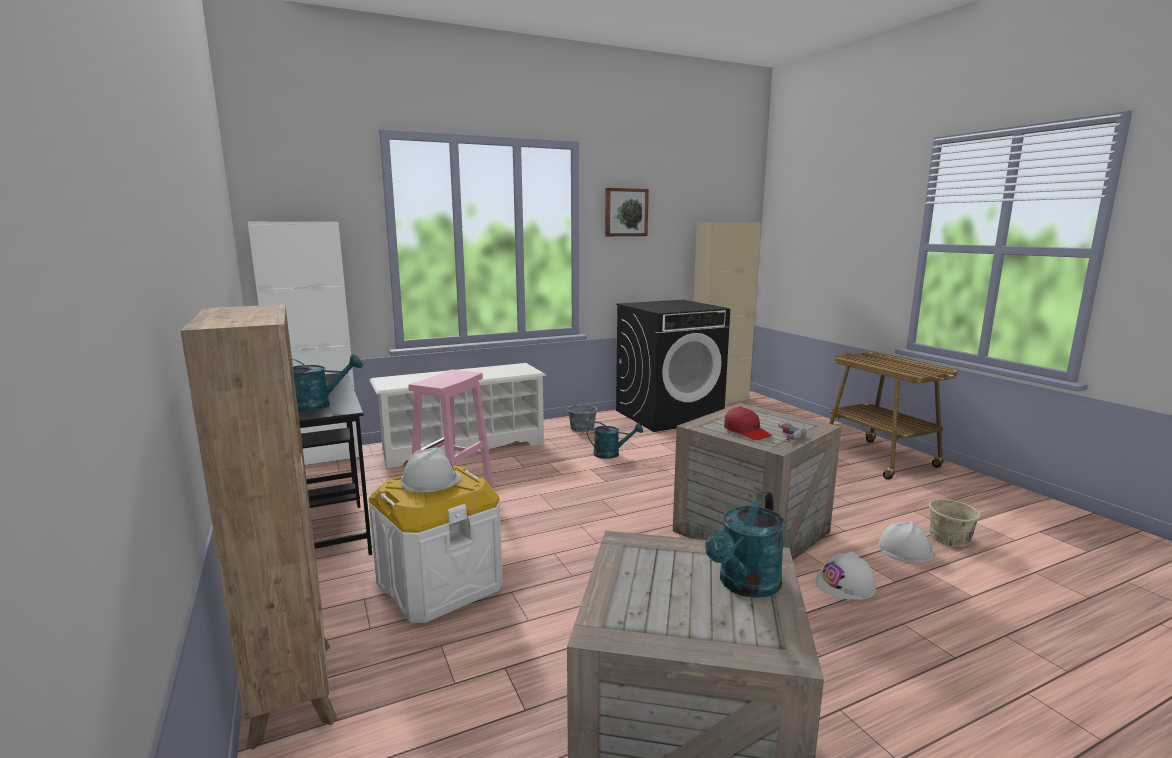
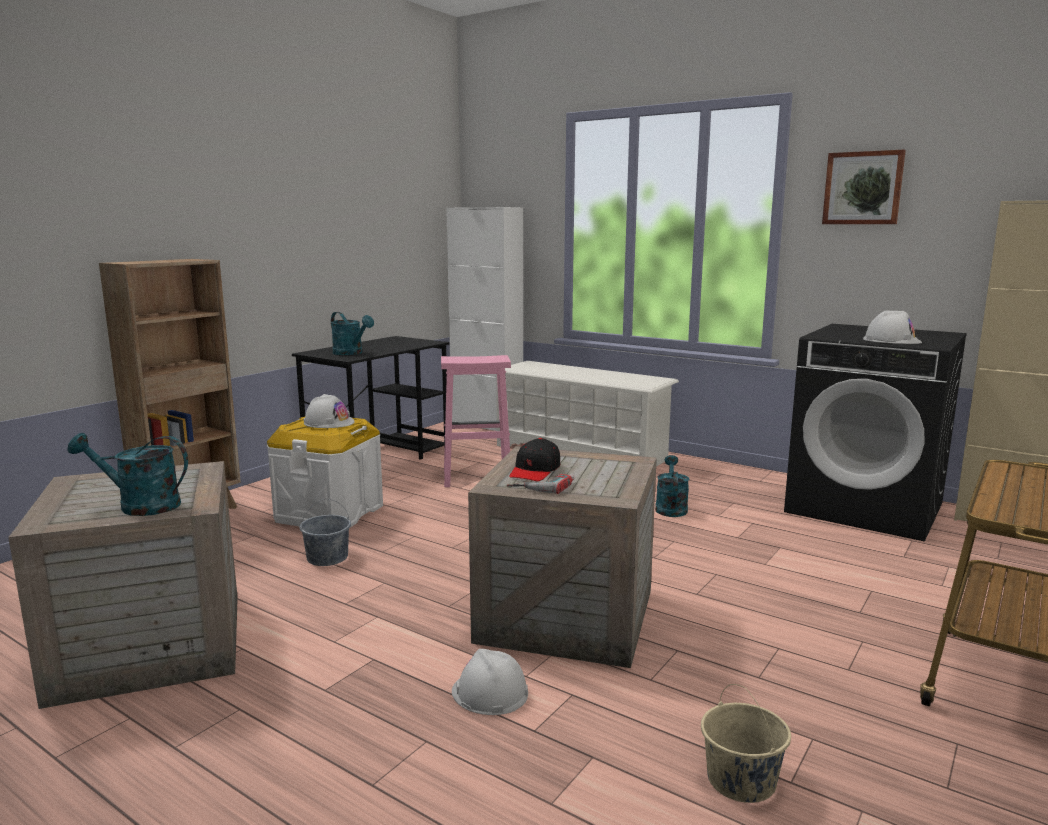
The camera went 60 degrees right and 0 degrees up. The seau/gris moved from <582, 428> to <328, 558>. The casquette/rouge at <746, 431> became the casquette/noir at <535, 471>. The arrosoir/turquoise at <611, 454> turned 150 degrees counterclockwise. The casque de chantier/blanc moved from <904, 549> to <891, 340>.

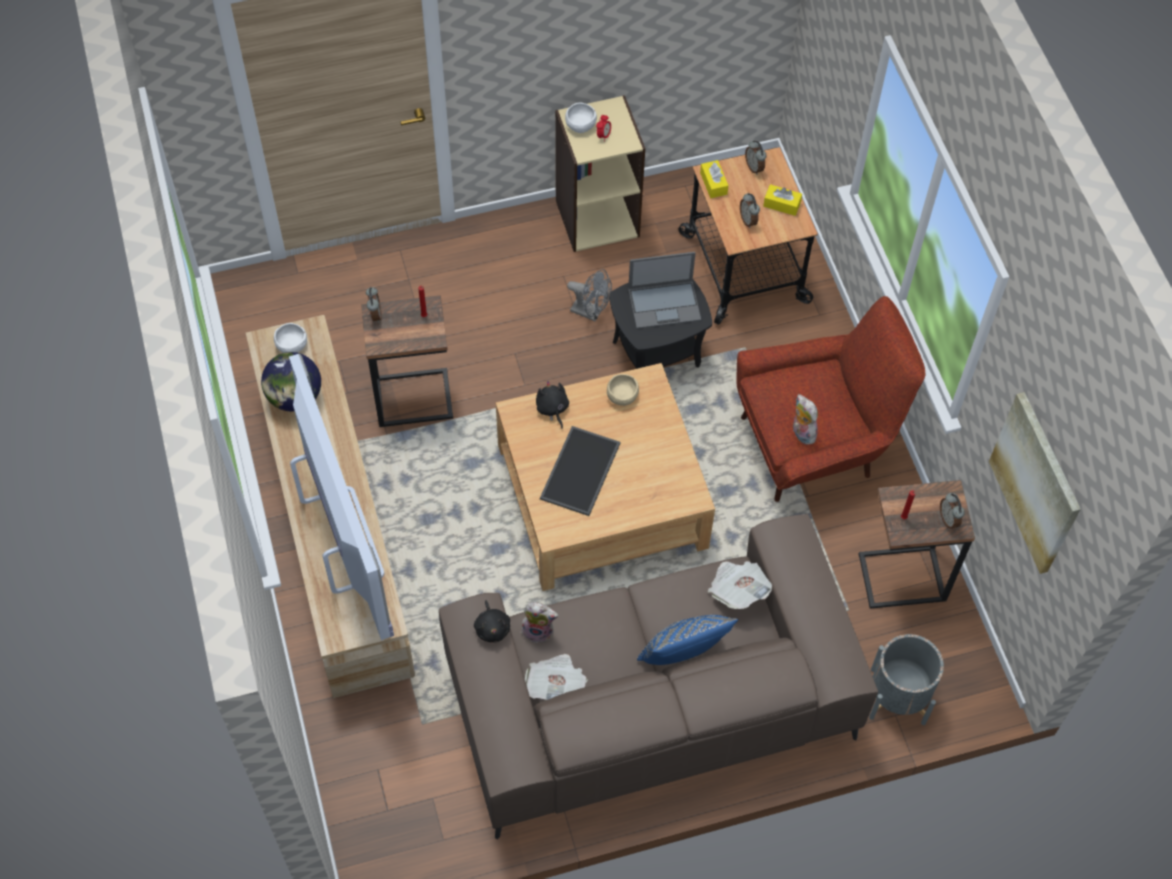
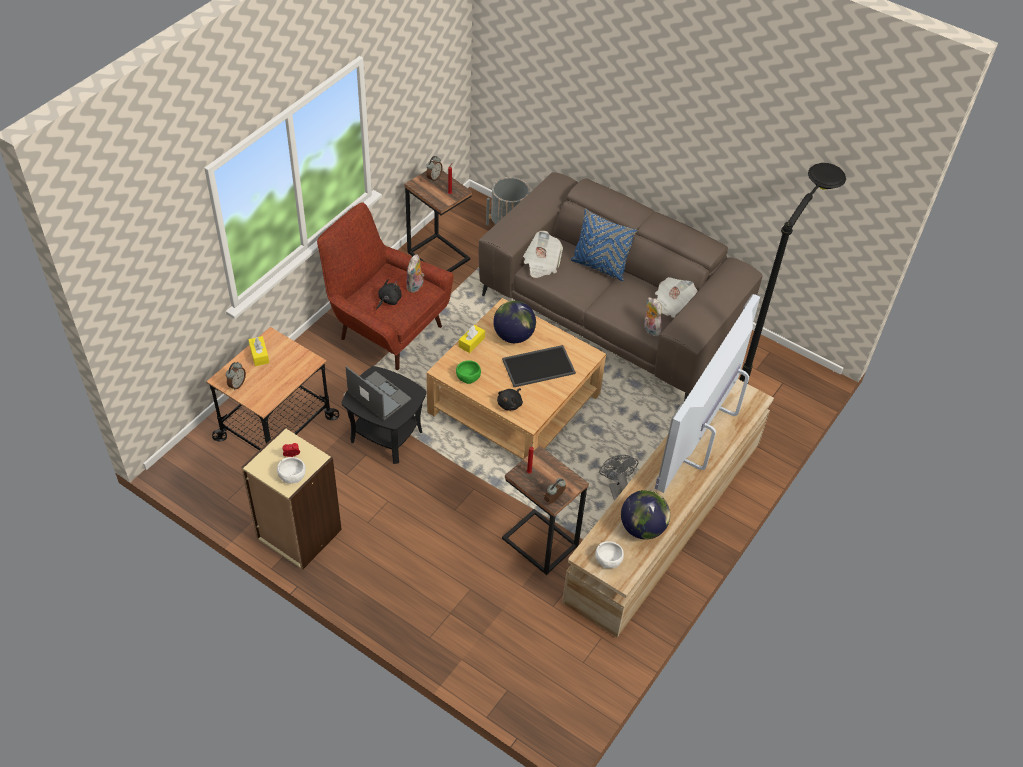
The camera went 130 degrees left and 10 degrees down. The boîte à mouchoirs/jaune moved from <713, 183> to <471, 342>. The réveil at <748, 220> disappeared. The ventilateur/gris moved from <591, 312> to <616, 489>. The bol/beige at <623, 395> became the bol/vert at <467, 376>. The tableau at <1036, 483> disappeared. The peluche/noir moved from <492, 627> to <388, 300>. The lampadaire/noir at <762, 369> appeared. The globe at <513, 336> appeared.

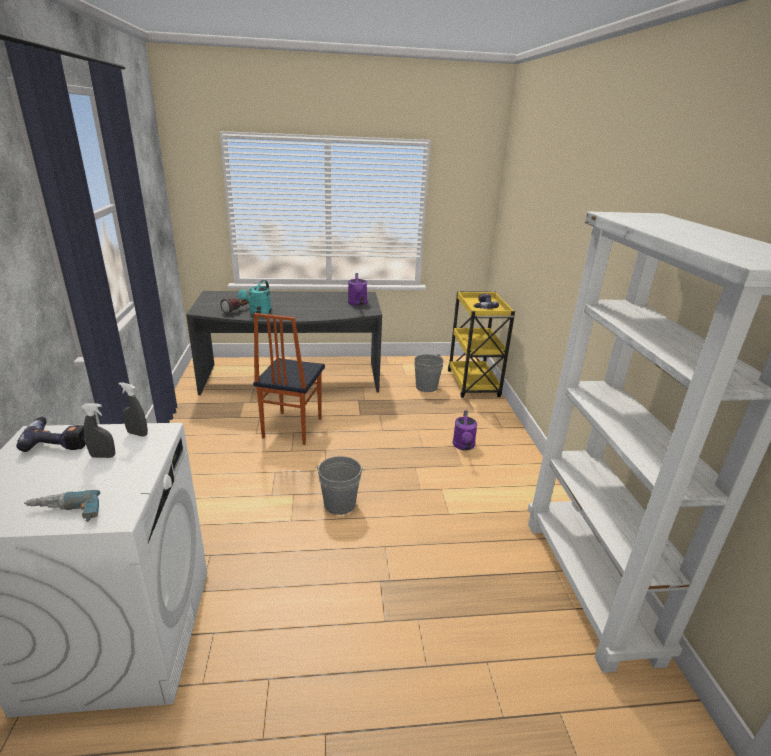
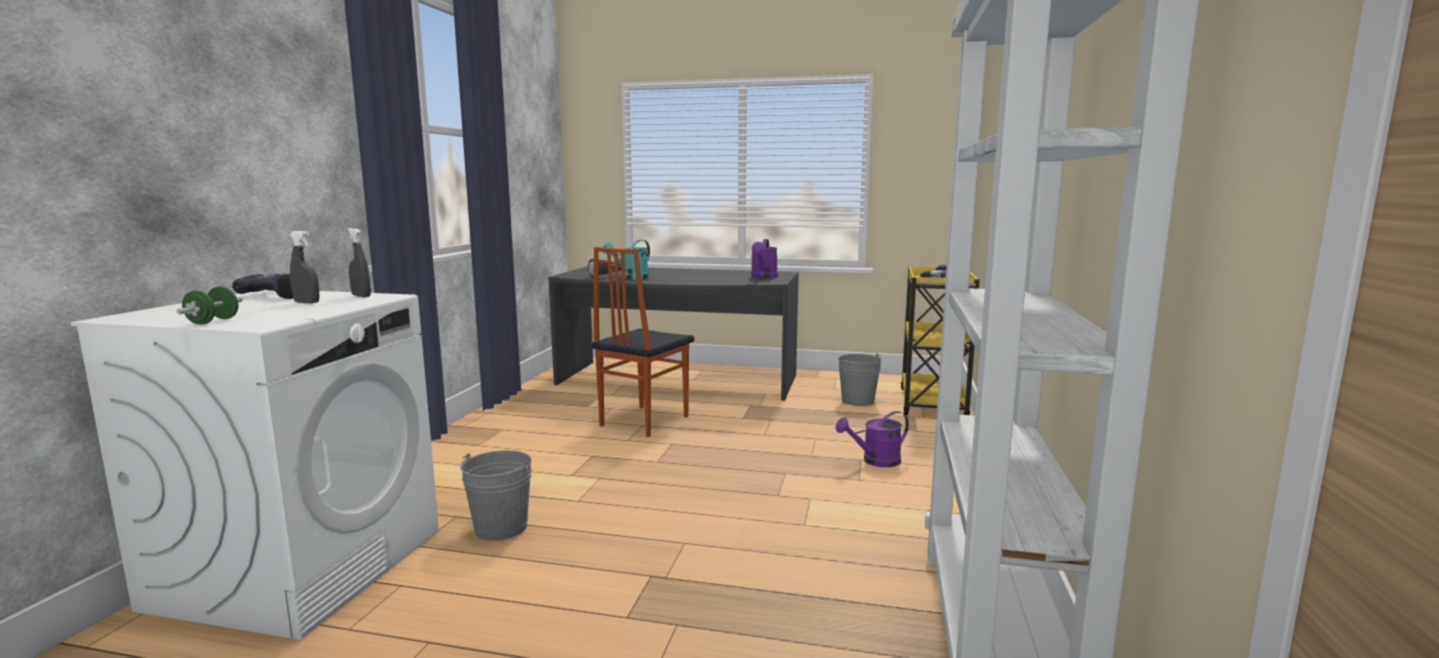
The camera went 20 degrees right and 15 degrees down. The arrosoir/violet at <464, 446> turned 45 degrees clockwise. The seau/gris moved from <339, 504> to <501, 528>. The perceuse at <62, 515> was replaced by the haltère/vert at <213, 321>.

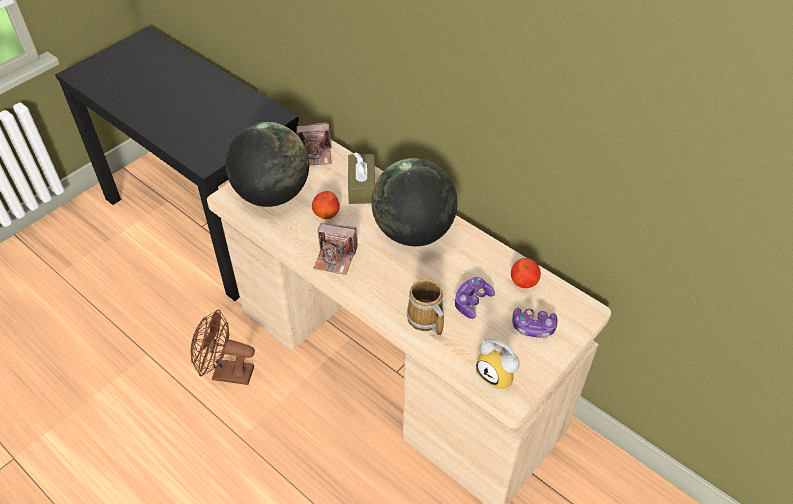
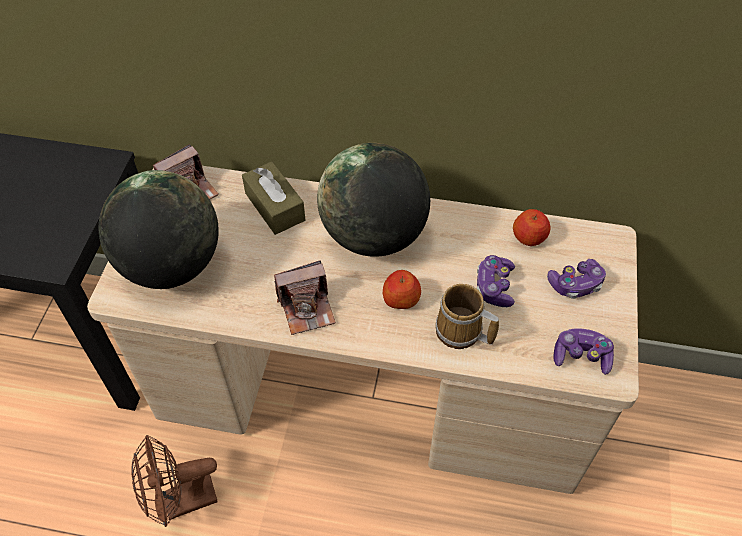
The camera went 30 degrees left and 5 degrees up. The pomme moved from <326, 213> to <401, 299>. The réveil at <498, 374> was replaced by the manette at <581, 356>.

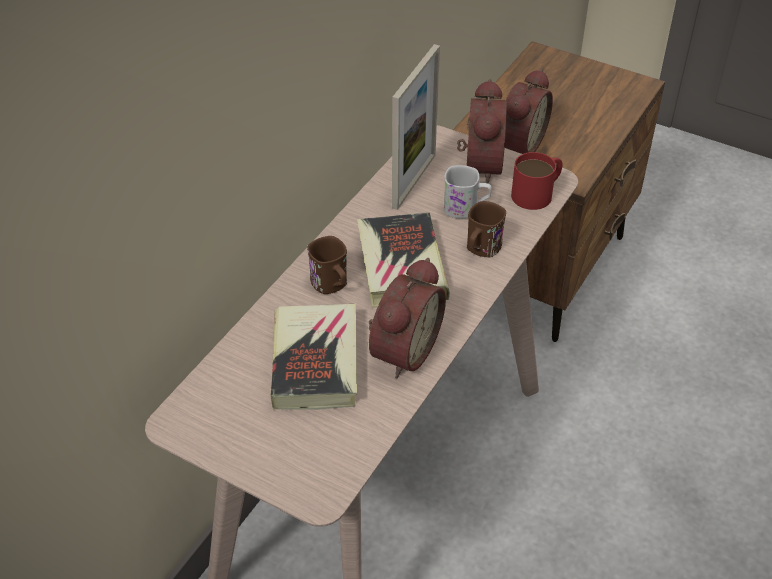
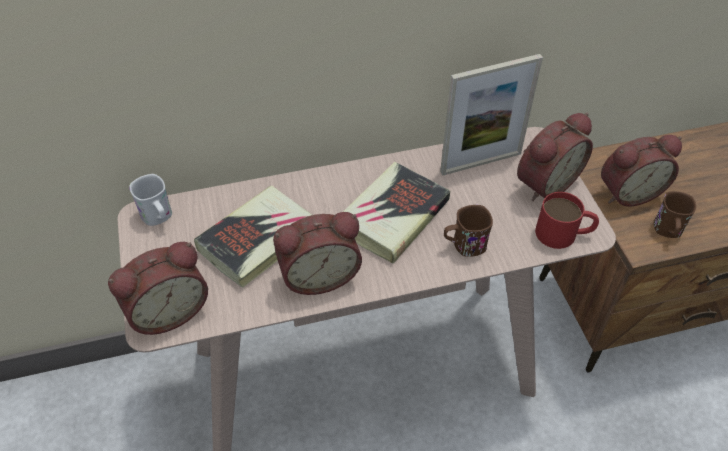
The camera went 45 degrees right and 5 degrees up. The mug/blanc moved from <466, 209> to <158, 217>. The mug/marron moved from <332, 285> to <668, 231>. The réveil at <167, 310> appeared.

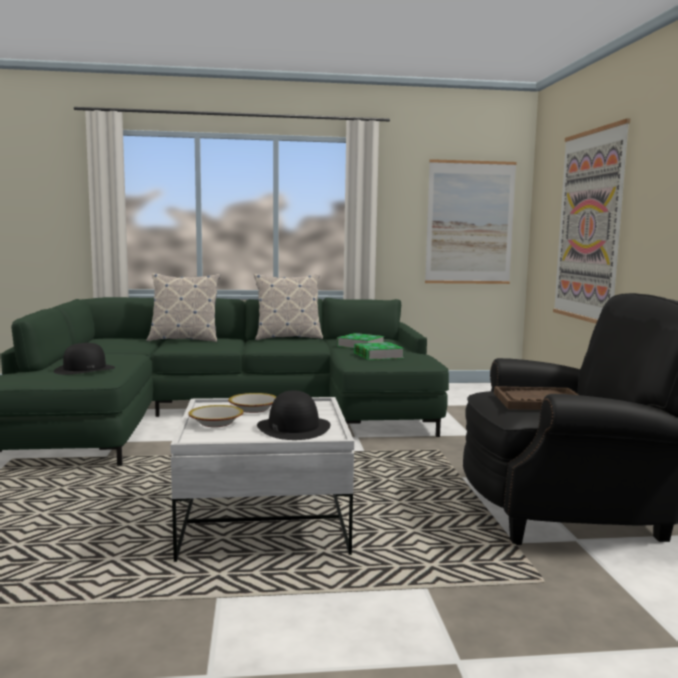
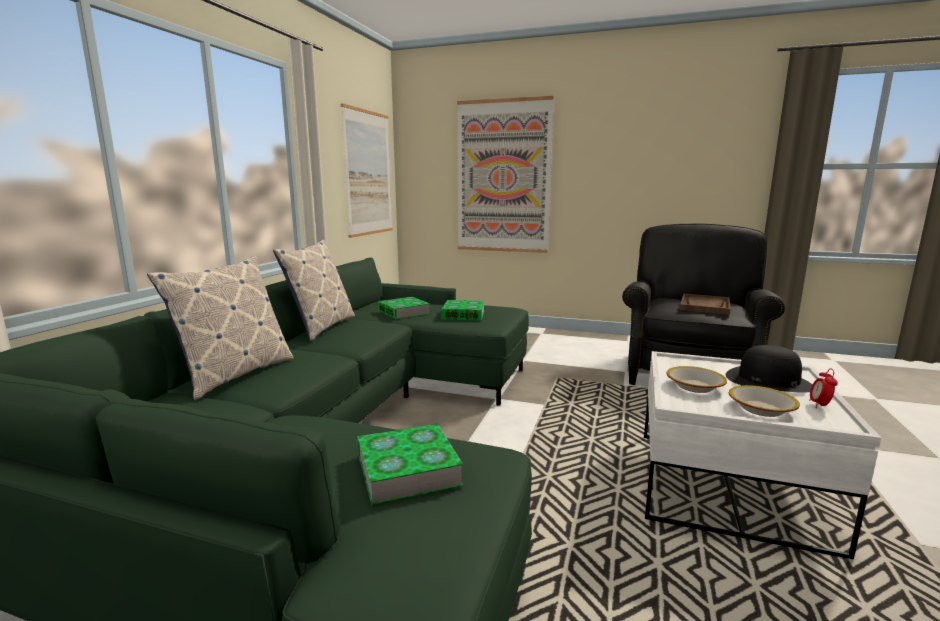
The camera went 65 degrees left and 5 degrees up. The chapeau/noir at <85, 369> was replaced by the livre at <408, 470>. The réveil at <819, 405> appeared.

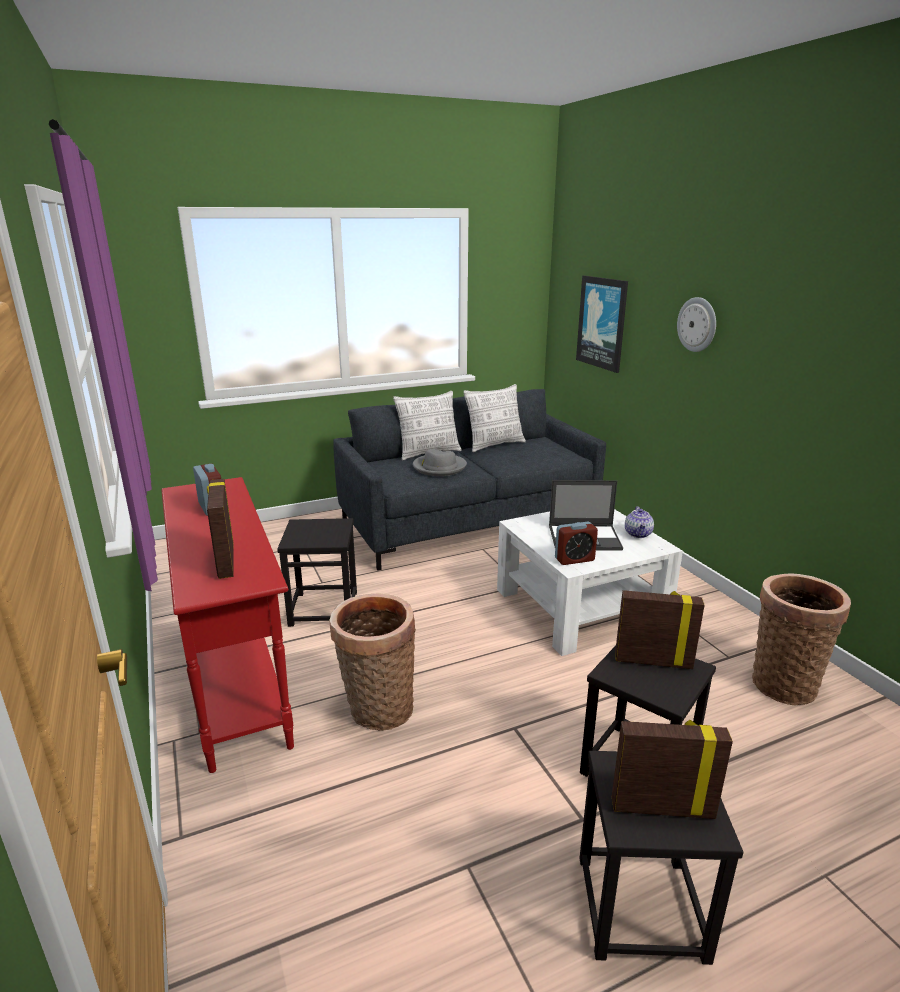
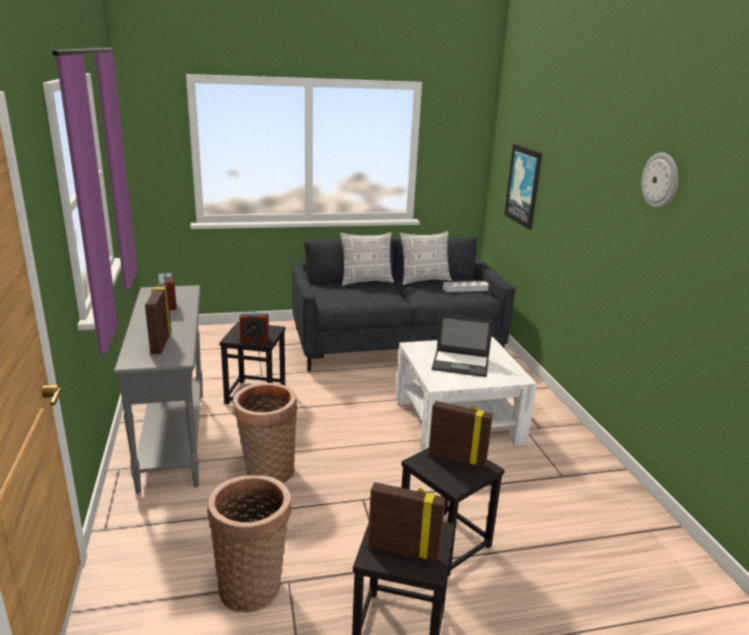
The camera went 10 degrees right and 0 degrees up. The horloge murale moved from <697, 324> to <661, 180>. The chapeau/gris at <439, 467> disappeared. The table console/rouge at <237, 684> became the table console/gris at <174, 438>. The théière at <638, 534> disappeared. The réveil moved from <574, 559> to <255, 339>. The panier moved from <783, 682> to <253, 585>. The plateau/gris at <465, 289> appeared.

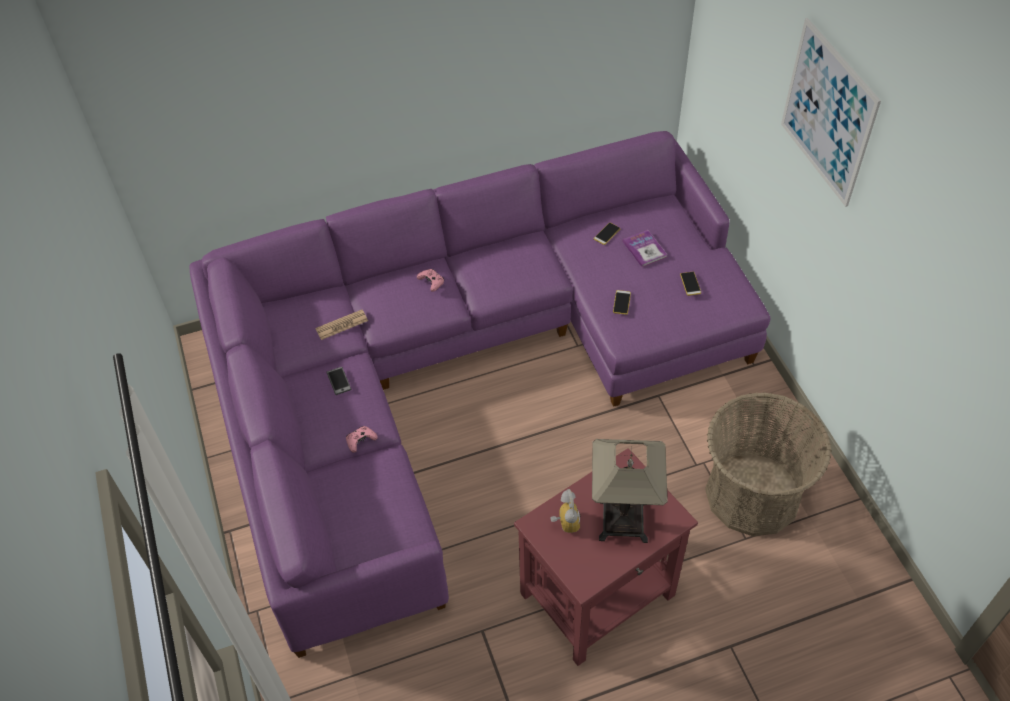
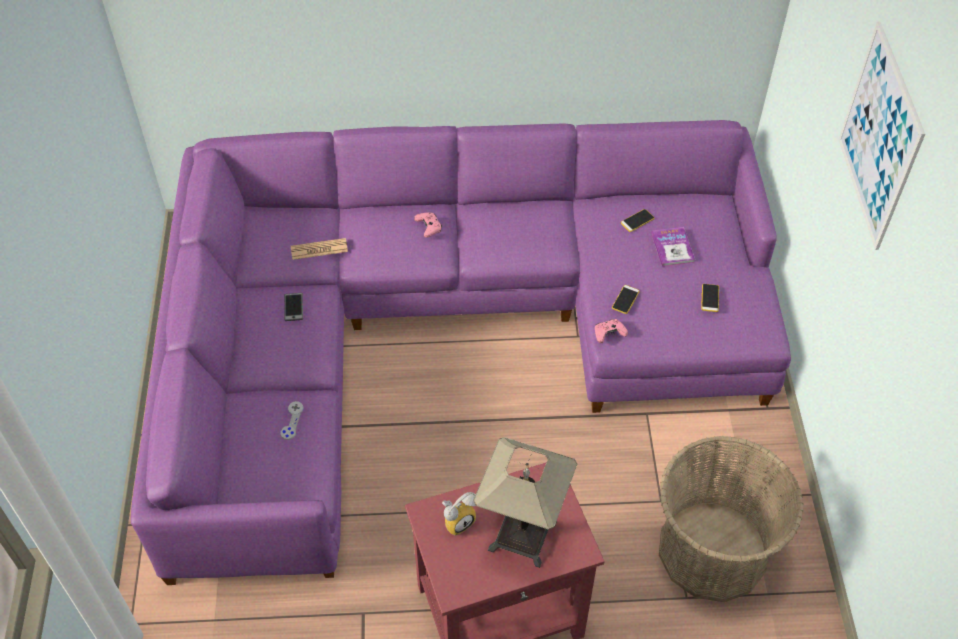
The camera went 15 degrees right and 0 degrees up. The manette/rose moved from <360, 441> to <609, 334>. The réveil at <564, 522> turned 45 degrees clockwise. The manette/gris at <292, 421> appeared.

